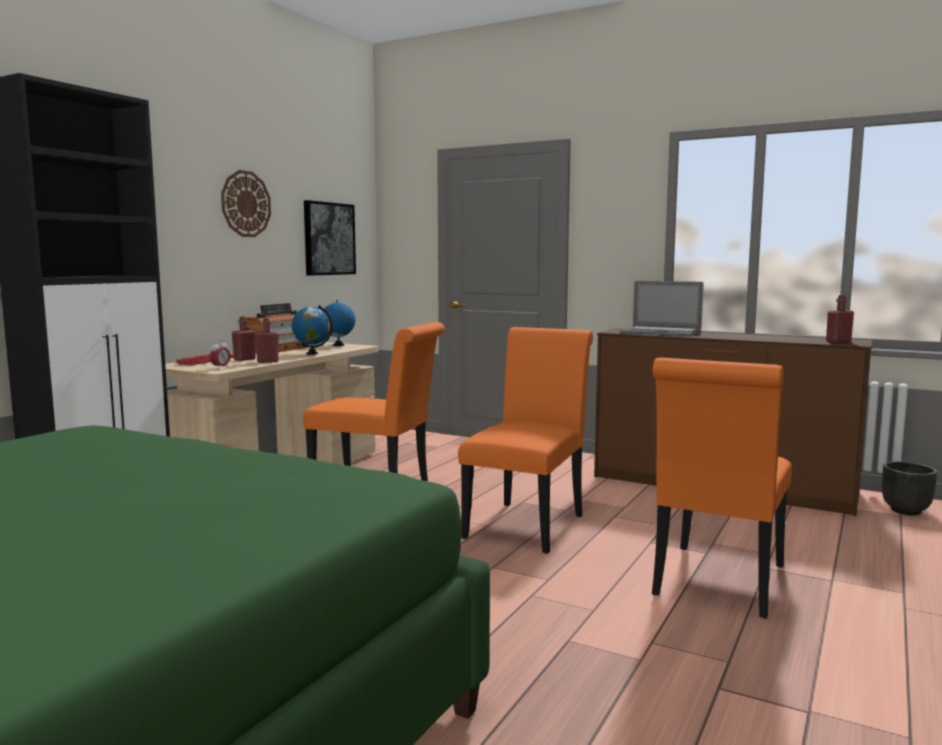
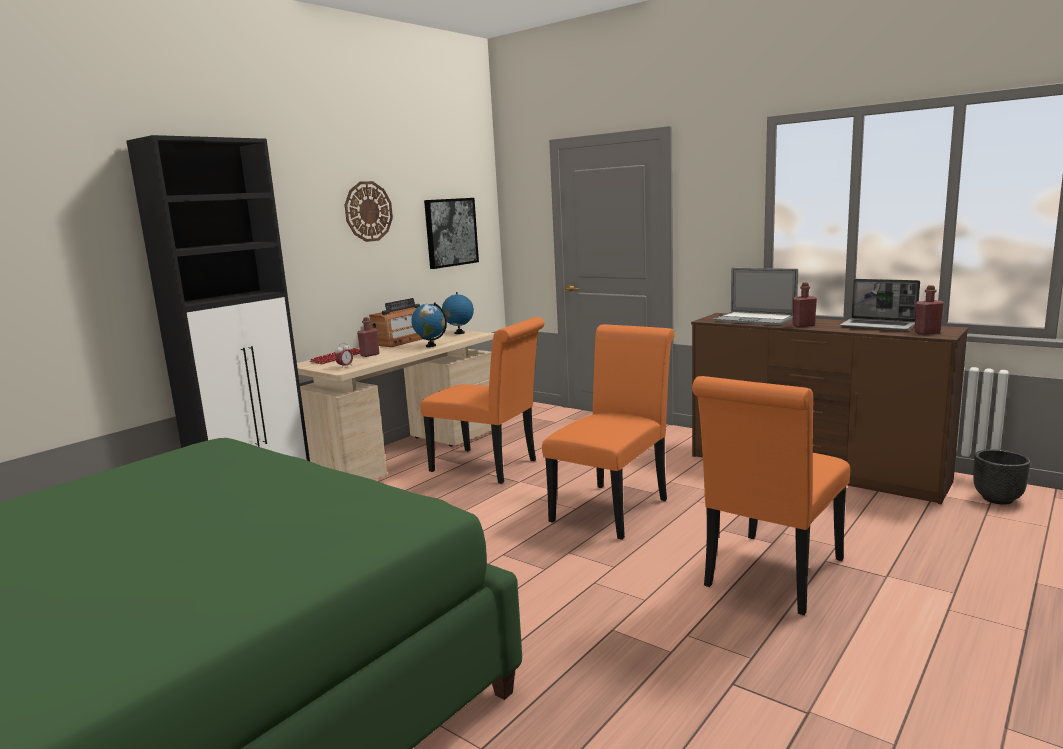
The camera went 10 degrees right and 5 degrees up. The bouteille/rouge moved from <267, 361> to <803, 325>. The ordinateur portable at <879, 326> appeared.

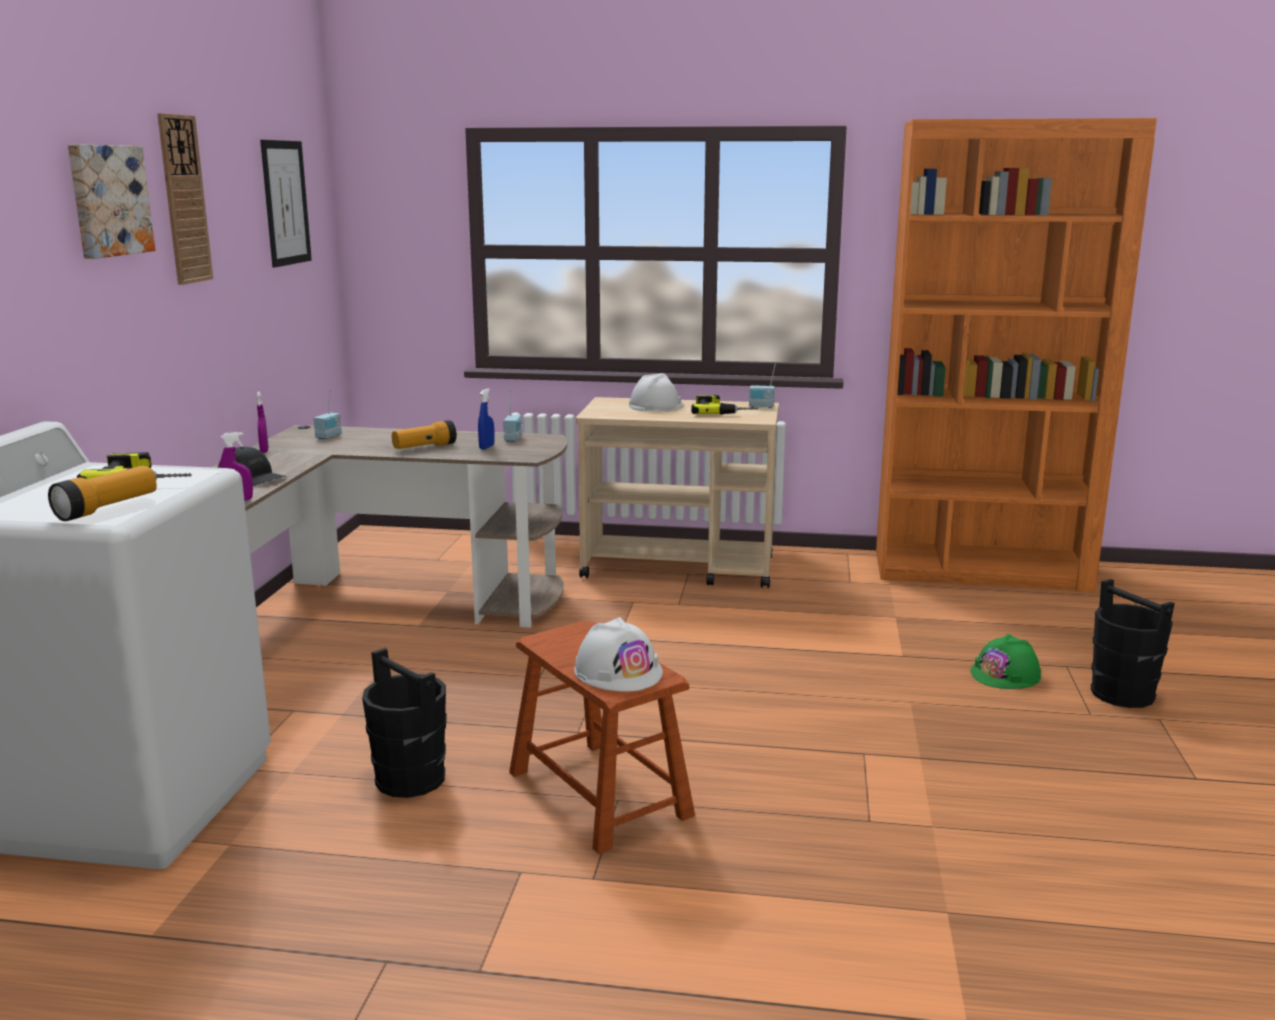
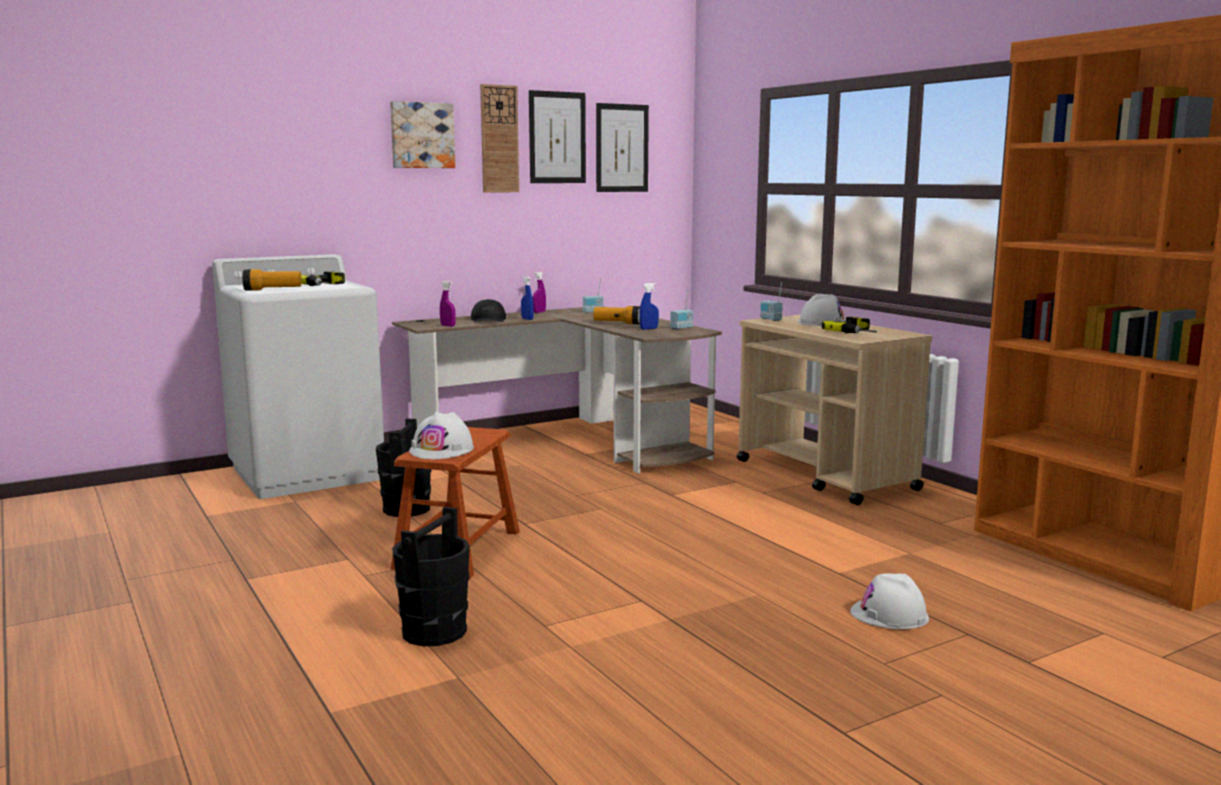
The camera went 50 degrees right and 5 degrees down. The radio moved from <761, 407> to <770, 319>. The seau/noir moved from <1122, 693> to <435, 631>. The casque de chantier/vert at <1005, 674> became the casque de chantier/blanc at <889, 614>. The tableau at <557, 137> appeared. The vaporisateur/bleu at <527, 319> appeared.

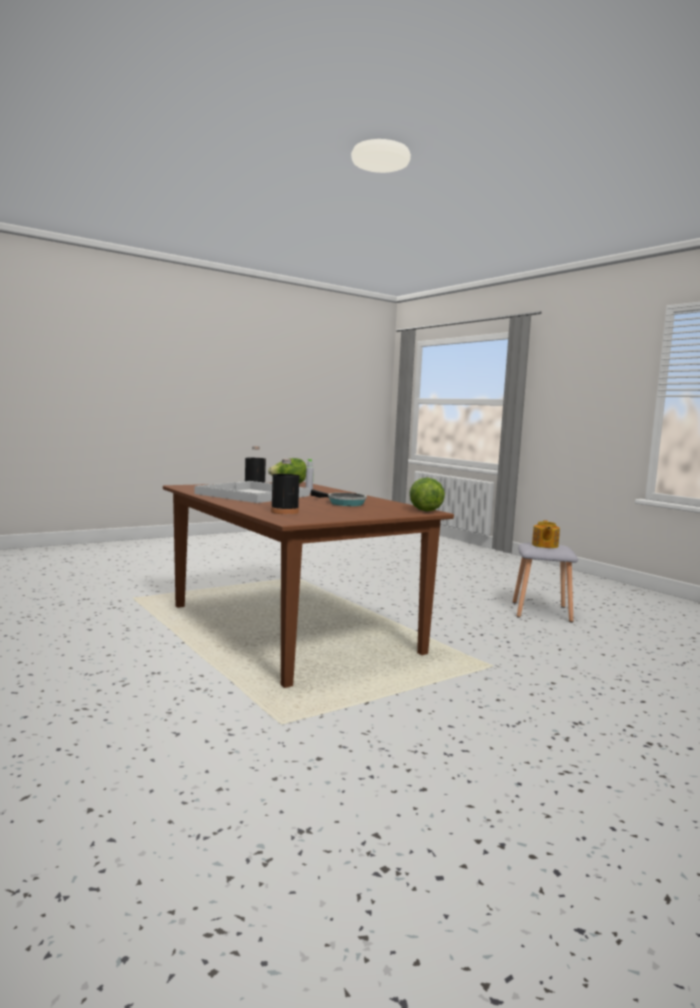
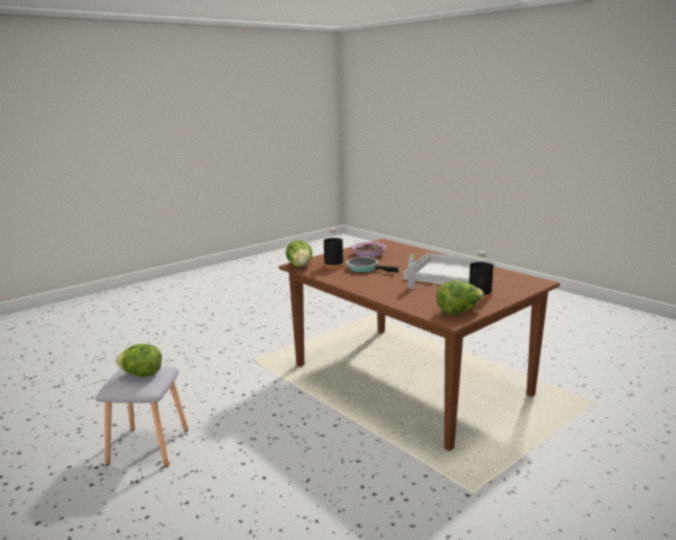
The camera went 175 degrees right and 10 degrees up. The bouteille/noir moved from <284, 512> to <333, 265>. The théière at <544, 545> was replaced by the laitue at <142, 374>. The bol at <368, 254> appeared.

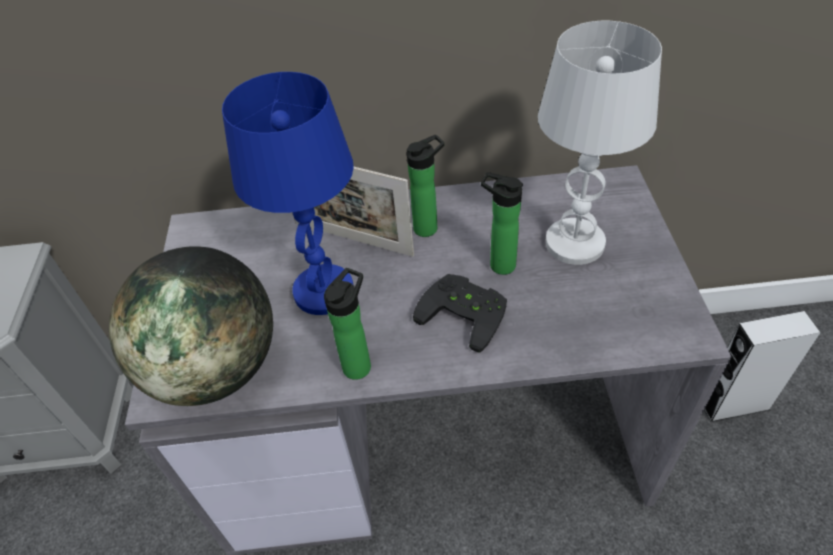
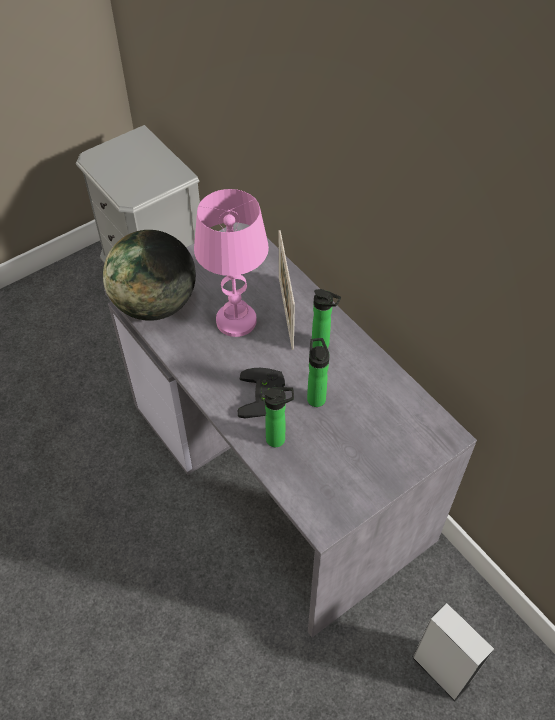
The camera went 55 degrees right and 5 degrees up. The lampe de table/blanc at <575, 243> disappeared. The lampe de table/bleu at <324, 291> became the lampe de table/rose at <236, 321>. The bouteille moved from <359, 364> to <279, 439>.

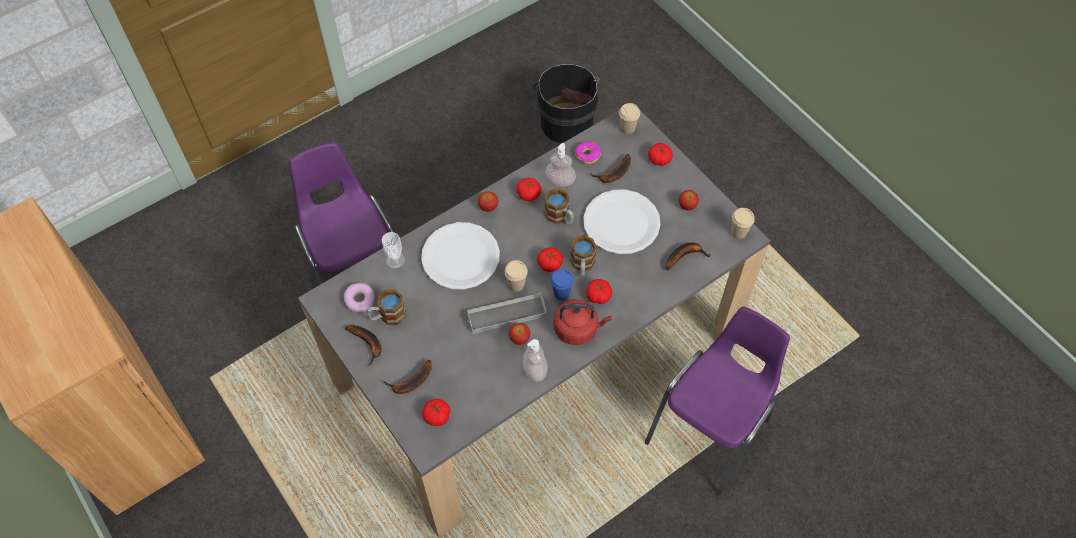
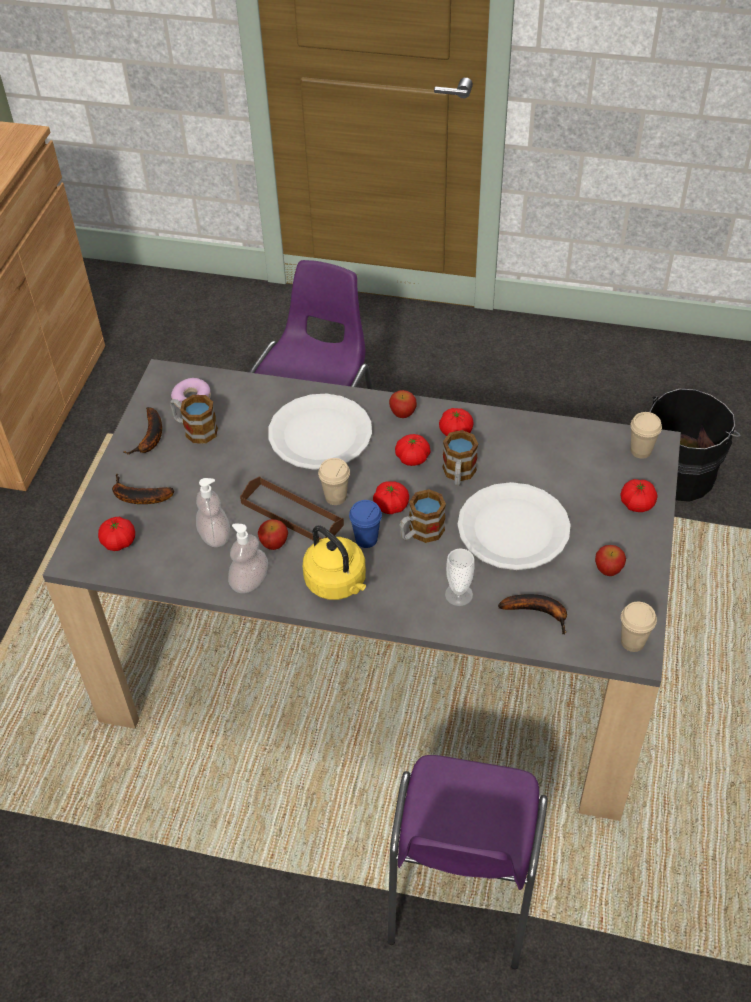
The camera went 50 degrees right and 10 degrees down. The beignet at <588, 155> disappeared. The distributeur de savon moved from <560, 181> to <215, 536>. The banane at <614, 174> disappeared. The tasse moved from <395, 260> to <458, 594>. The tomate moved from <598, 296> to <412, 458>. The plateau/gris at <506, 315> became the plateau/marron at <292, 514>. The bouilloire/rouge at <578, 329> became the bouilloire/jaune at <338, 583>. The chaise/violet at <710, 430> turned 105 degrees clockwise.

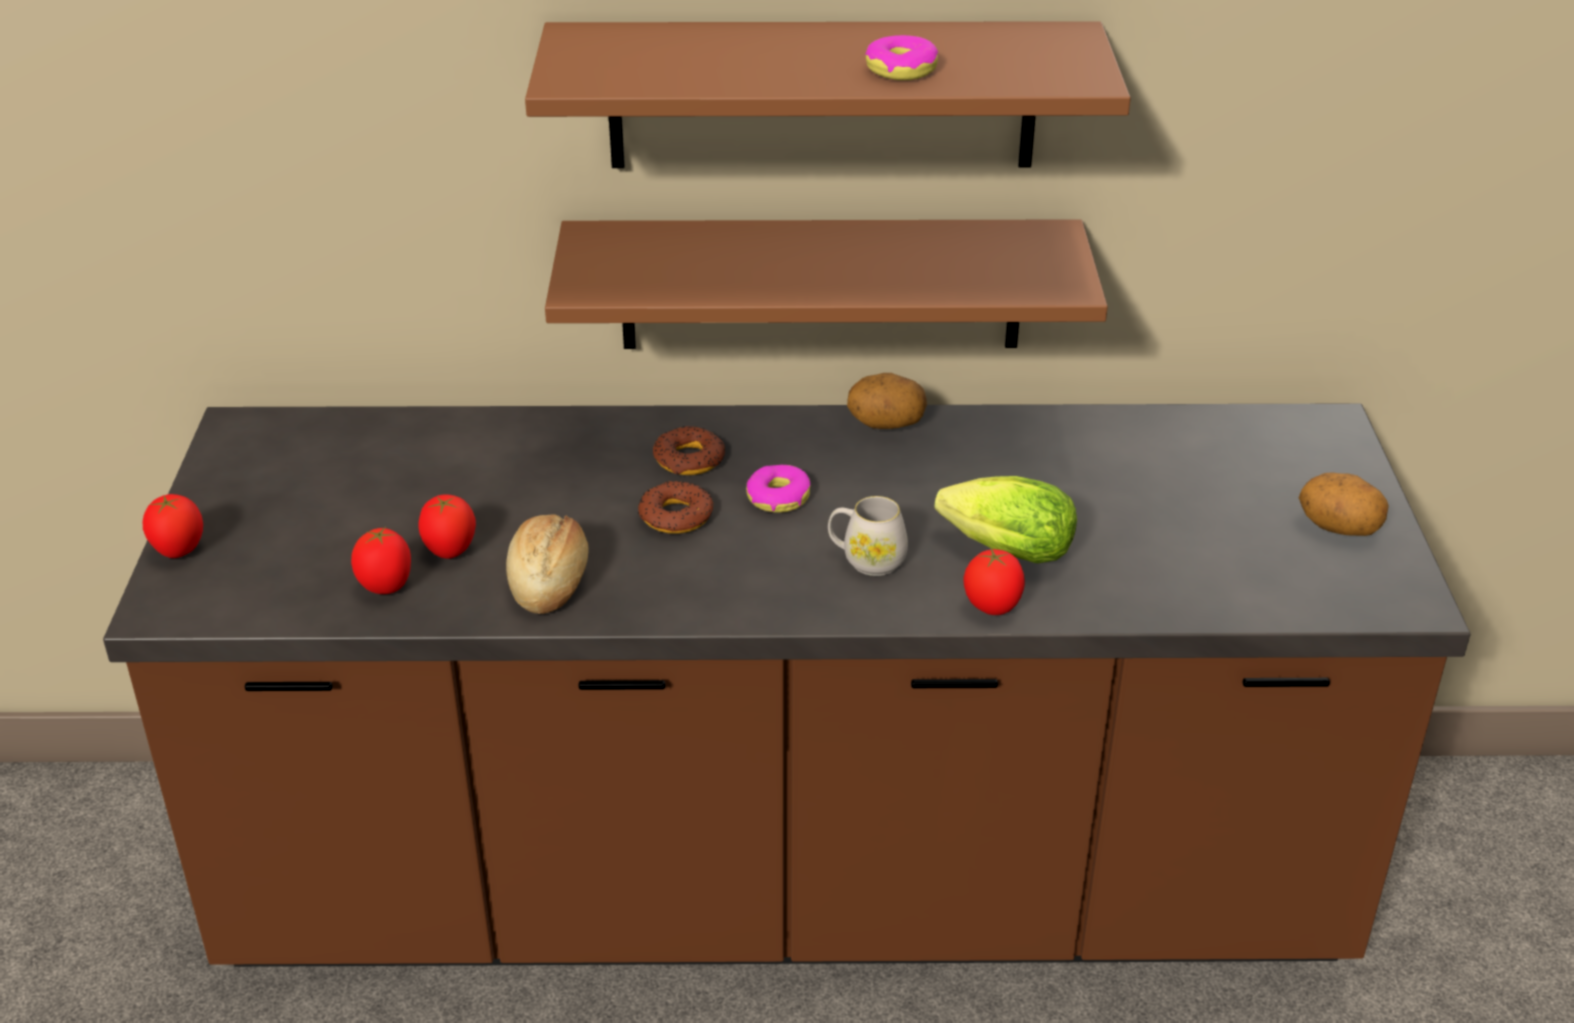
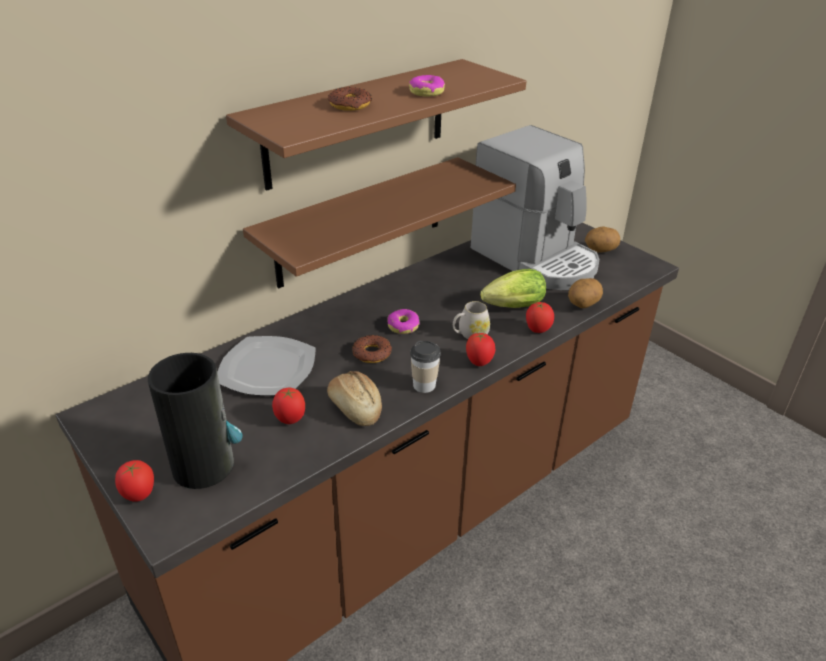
The camera went 40 degrees left and 0 degrees up. The pomme de terre moved from <886, 424> to <582, 304>. The beignet moved from <689, 459> to <350, 105>. The tomate moved from <386, 587> to <479, 362>. The machine à café at <536, 259> appeared. The assiette at <266, 369> appeared. The tasse at <424, 385> appeared. The vase at <204, 465> appeared.

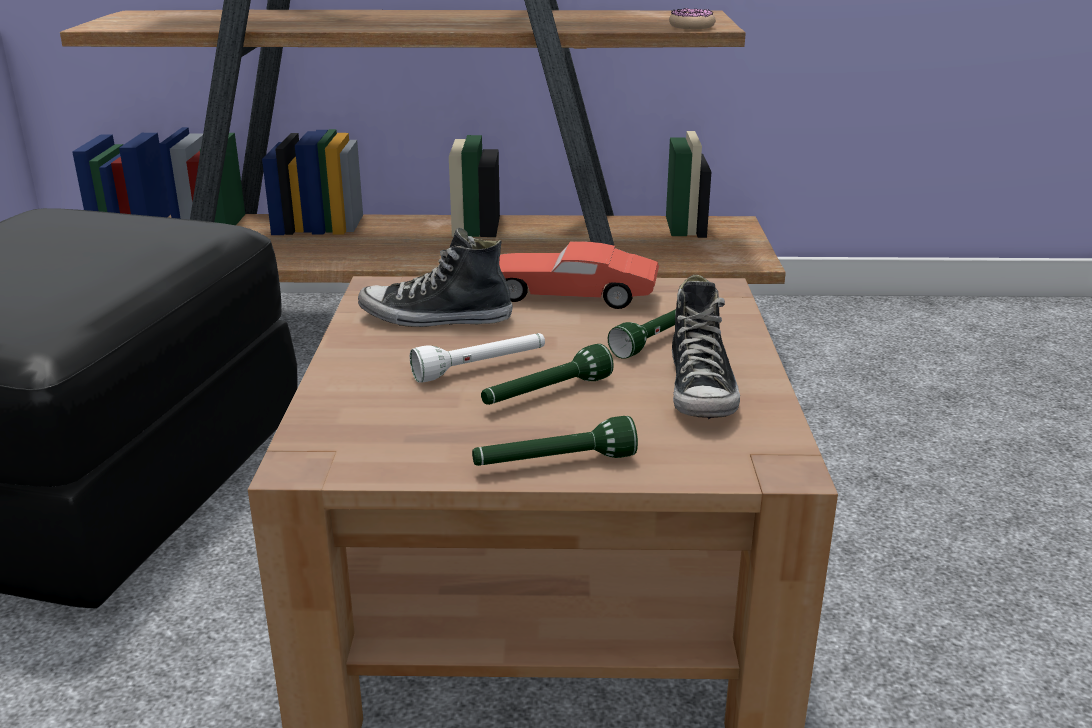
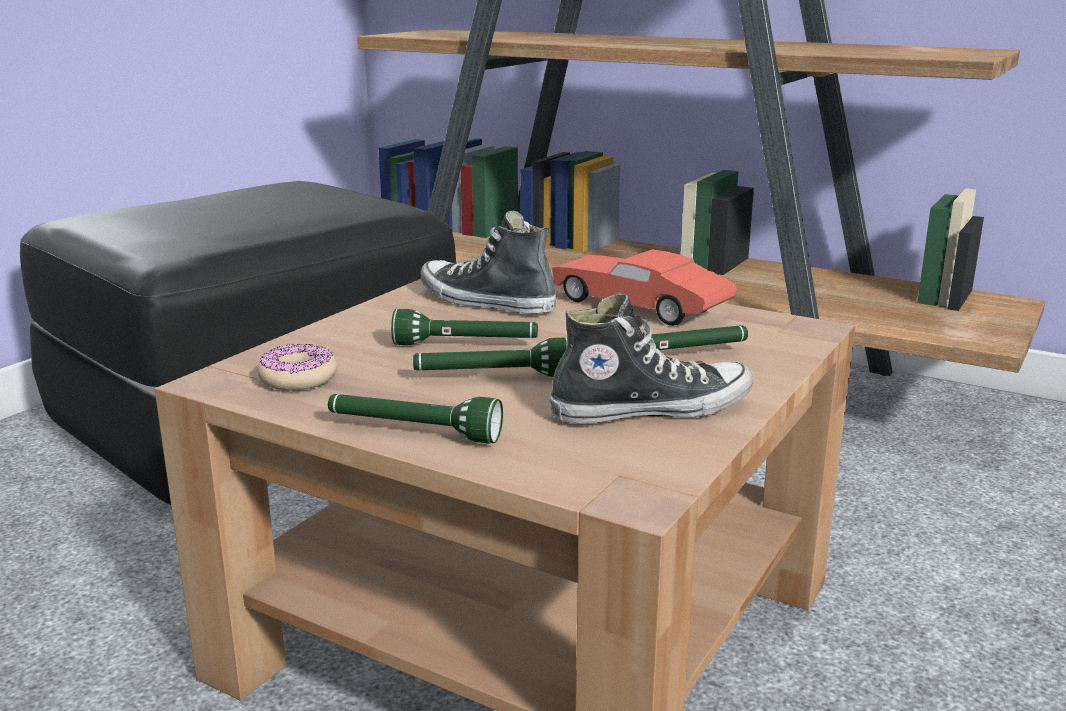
The camera went 30 degrees right and 5 degrees down. The beignet moved from <691, 26> to <298, 378>. The chaussure at <701, 390> turned 135 degrees counterclockwise. The lampe de poche/blanc at <481, 368> became the lampe de poche/vert at <466, 345>.

